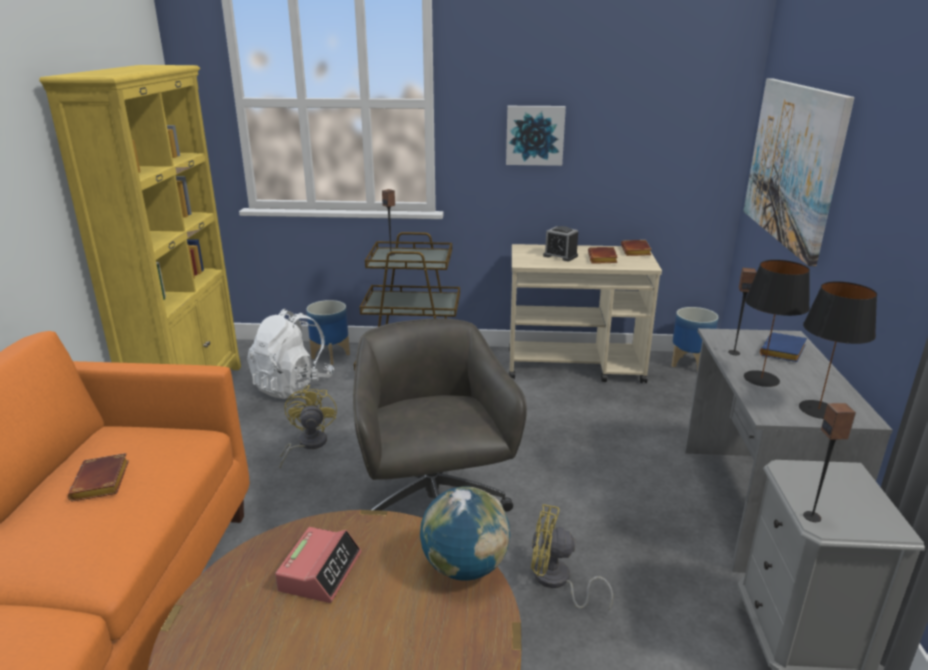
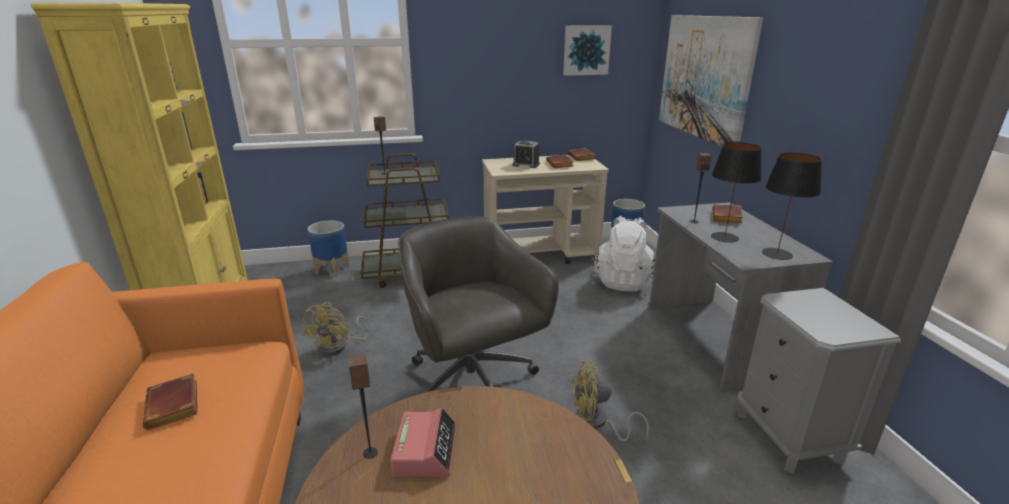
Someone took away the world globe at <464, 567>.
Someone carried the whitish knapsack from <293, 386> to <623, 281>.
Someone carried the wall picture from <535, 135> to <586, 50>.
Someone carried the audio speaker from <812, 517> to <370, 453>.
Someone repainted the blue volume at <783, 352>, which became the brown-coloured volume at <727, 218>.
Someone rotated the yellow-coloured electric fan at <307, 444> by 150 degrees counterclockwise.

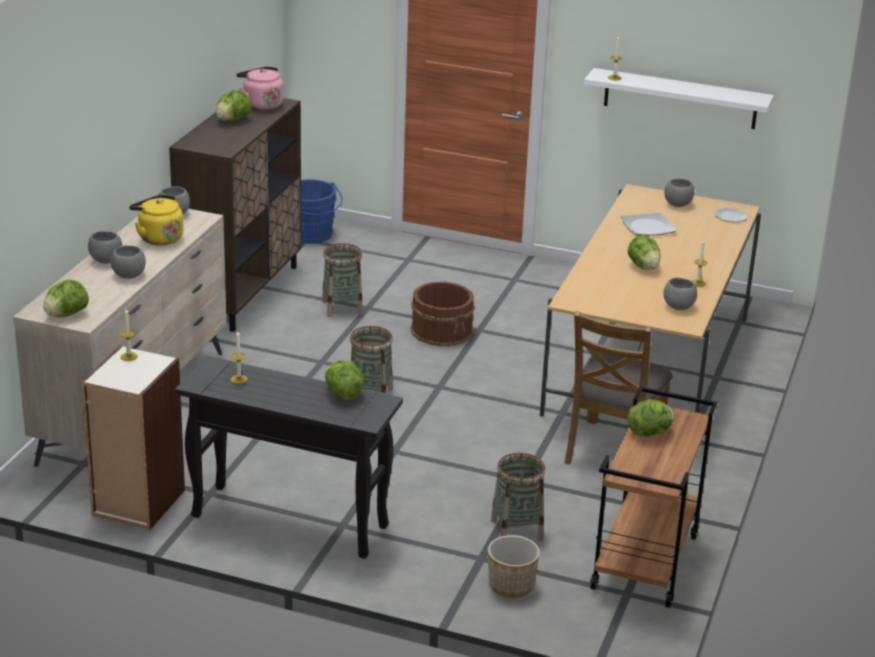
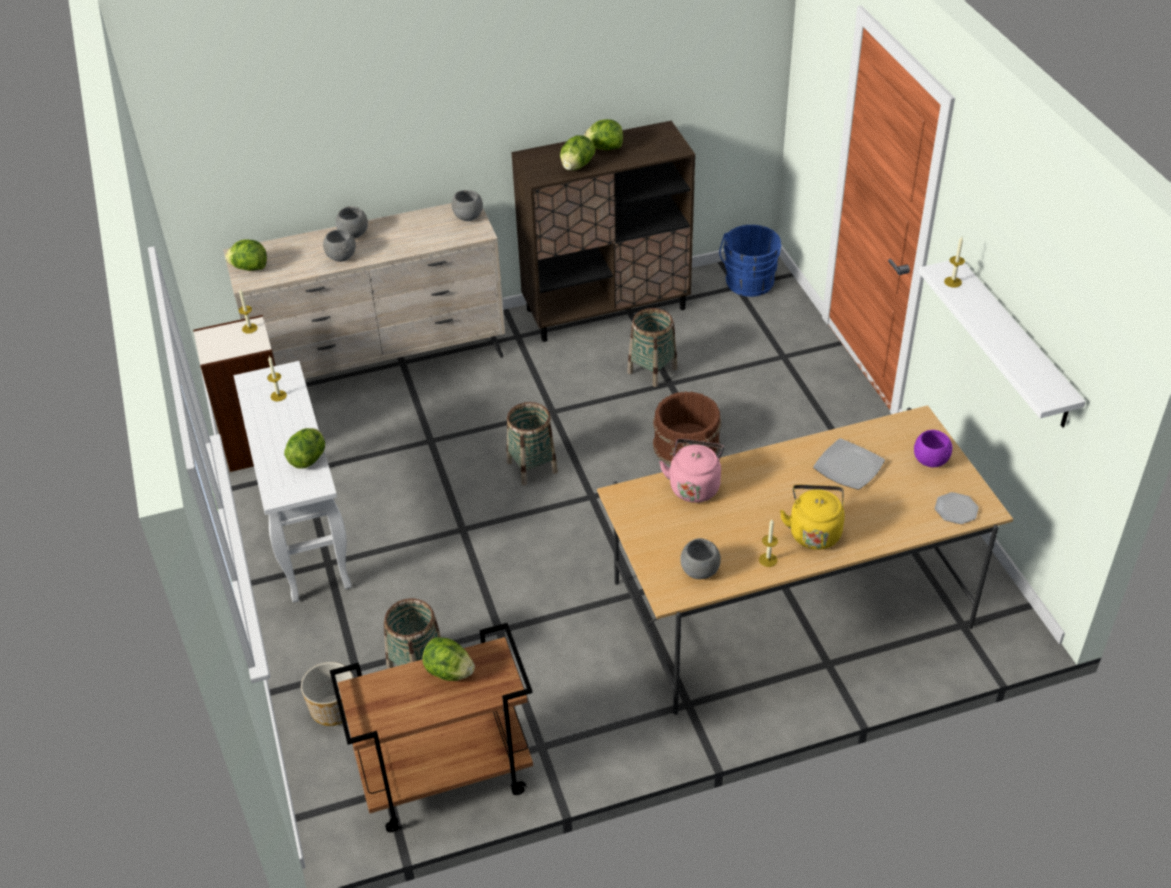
Someone took away the brown-coloured chair at <612, 449>.
Someone carried the yellow-coloured kettle from <158, 238> to <814, 531>.
Someone carried the pink kettle from <261, 104> to <694, 486>.
Someone carried the head of lettuce from <643, 267> to <576, 166>.
Someone repainted the blackish narrow table at <288, 521>, which became the whitish narrow table at <305, 532>.
Someone repainted the grey deep dish at <677, 204>, which became the purple-coloured deep dish at <930, 460>.

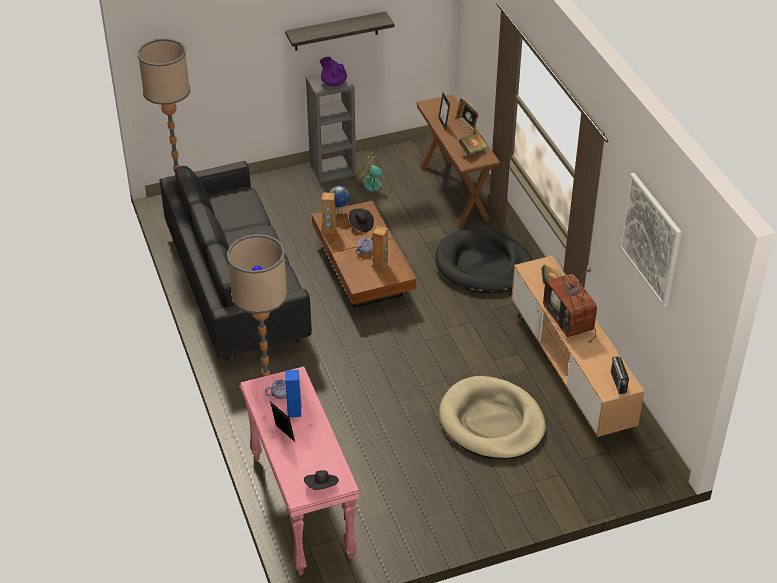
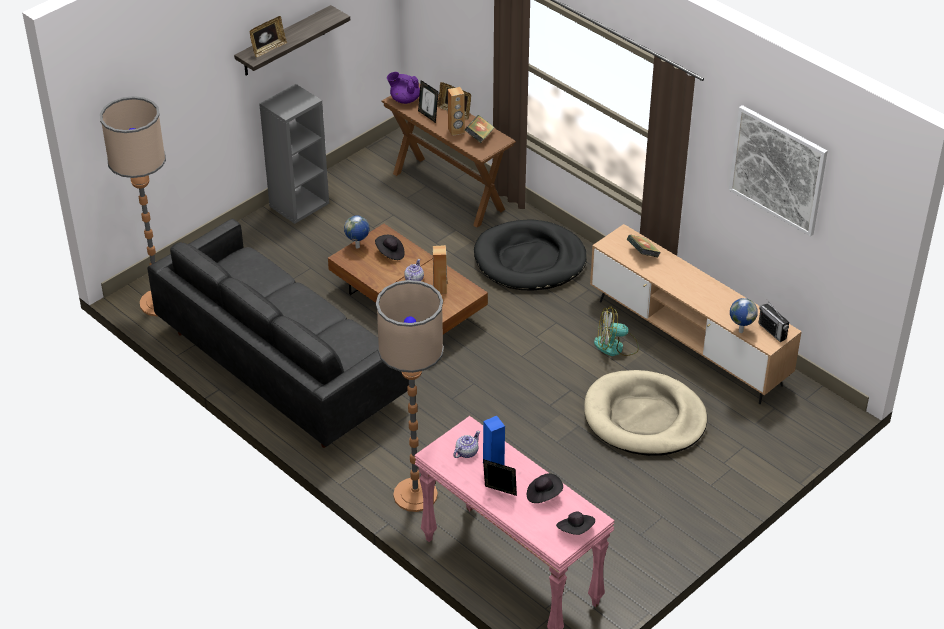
Someone took away the TV set at <570, 320>.
Someone put down the standing frame at <268, 49>.
Someone put down the blackish wearable hat at <543, 495>.
Someone put down the world globe at <740, 331>.
Someone carried the purple-coloured pot for tea from <333, 82> to <404, 99>.
Someone carried the brown-coloured audio speaker from <329, 229> to <456, 131>.
Someone carried the electric fan from <376, 186> to <616, 346>.

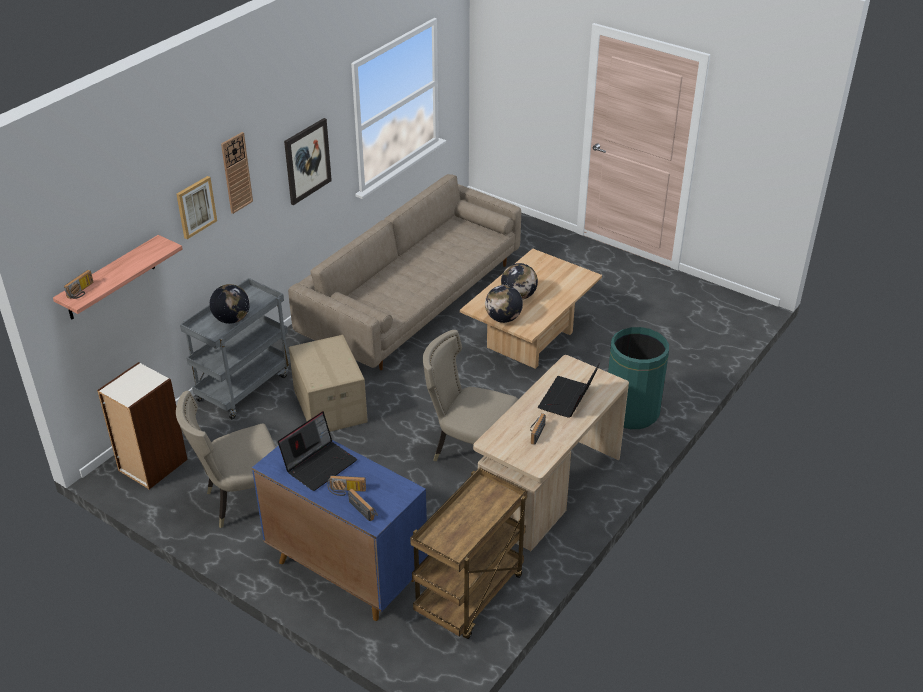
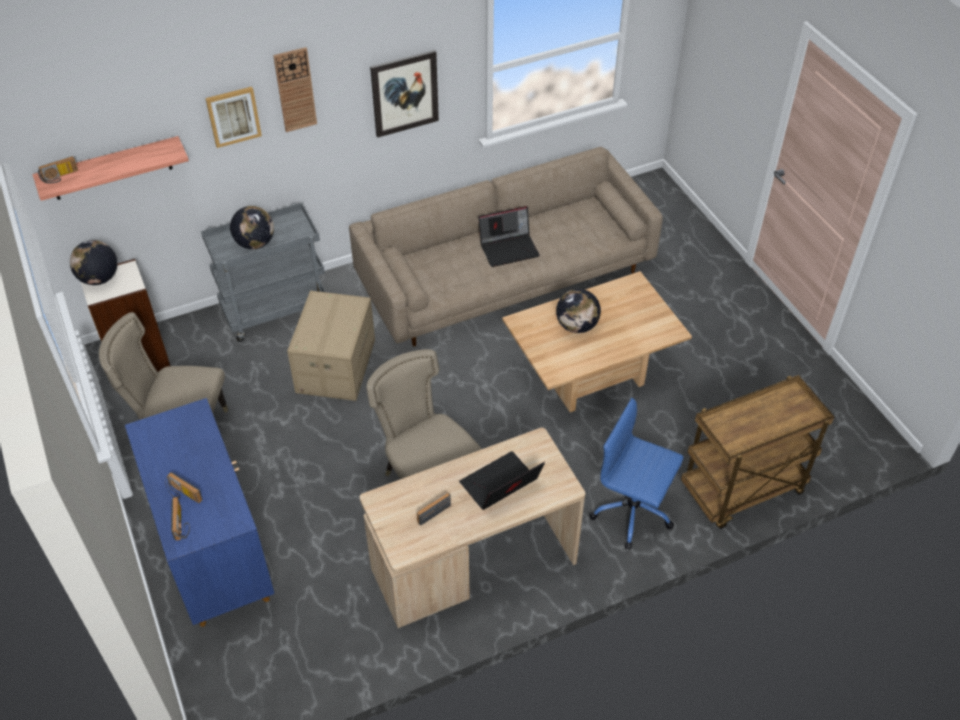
Someone carried the notebook computer from <319, 464> to <509, 248>.
Someone carried the brown-coloured cart from <470, 597> to <742, 491>.
Someone carried the world globe from <503, 318> to <99, 278>.
Someone swapped the greenish waste bin at <631, 411> for the blue office chair at <633, 512>.

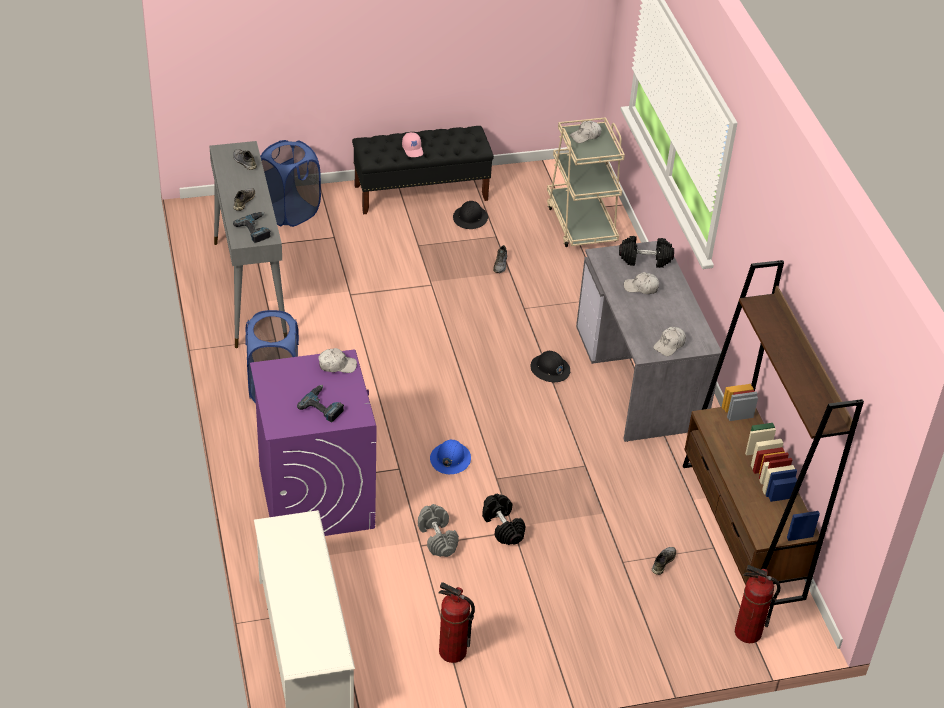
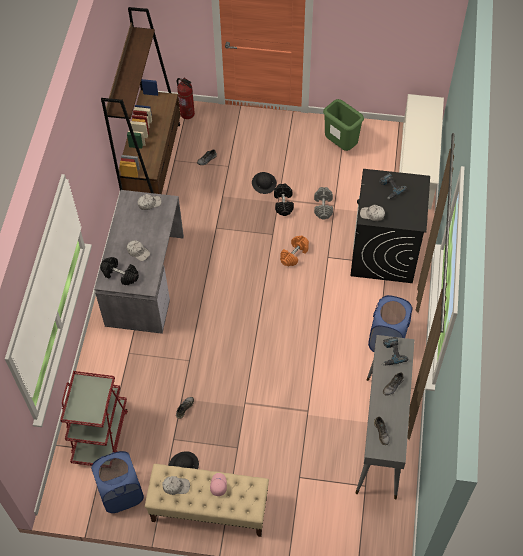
Someone carried the blue washing basket from <290, 212> to <121, 493>.
Someone carried the blackish safety helmet from <550, 369> to <264, 183>.
Someone carried the whitish peaked cap from <585, 136> to <176, 486>.
Someone swapped the blue safety helmet at <450, 459> for the orange hand weight at <294, 255>.
Someone swapped the fire-fighting cylinder at <452, 652> for the greenish waste bin at <341, 145>.
Someone repainted the purple-coloured washing machine at <315, 496>, which became the blackish washing machine at <384, 253>.
Someone repainted the blackish indoor bench at <421, 193>, which became the beige-coloured indoor bench at <209, 509>.
Someone repainted the beige-coloured cart at <581, 223>, which became the reddish cart at <100, 433>.

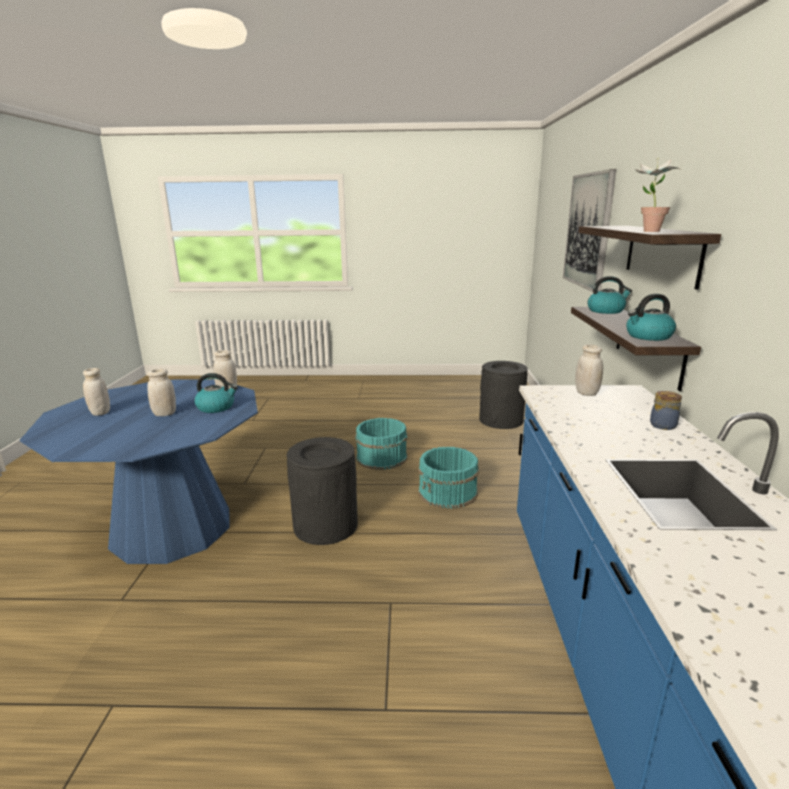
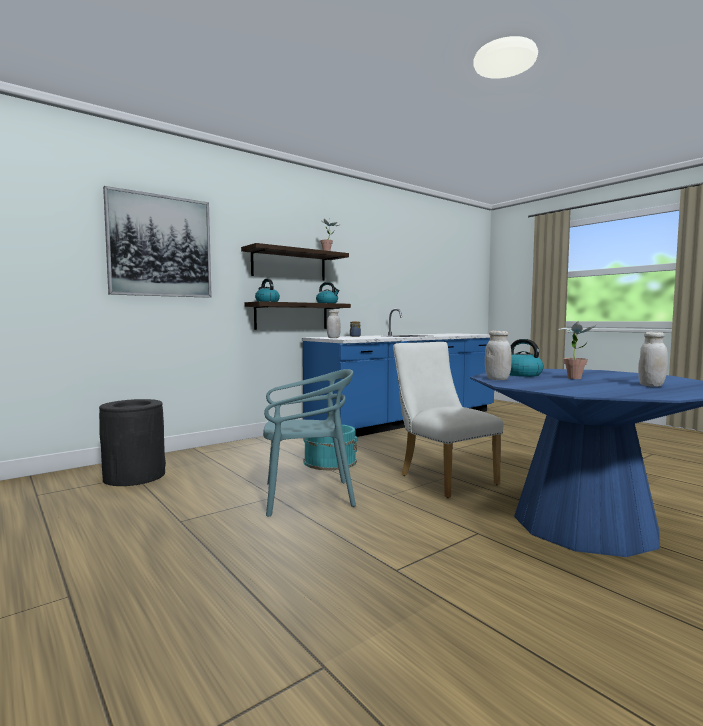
Someone swapped the whitish storage jar at <165, 414> for the plant in a pot at <575, 377>.
Someone swapped the blackish waste bin at <325, 525> for the whitish chair at <443, 478>.
Someone swapped the blue-green water bucket at <381, 457> for the blue-green chair at <307, 496>.

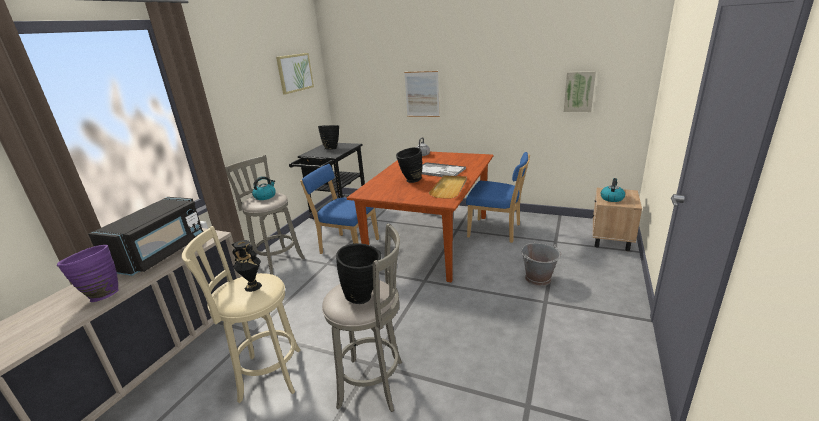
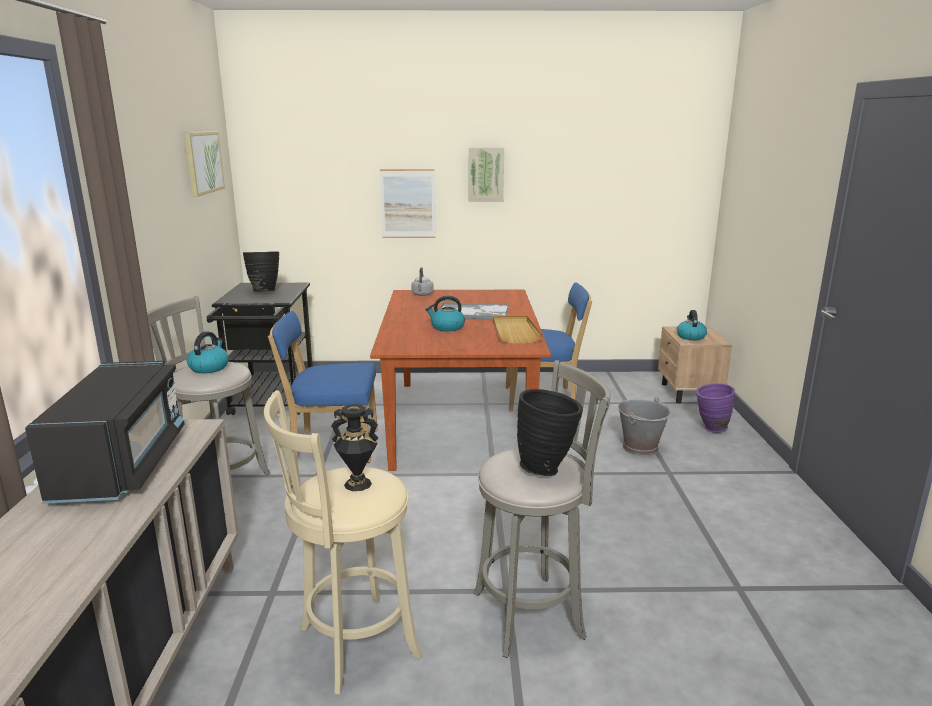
Someone carried the purple-coloured vase from <101, 295> to <710, 429>.
Someone carried the wall picture from <579, 91> to <486, 174>.
Someone swapped the blackish vase at <410, 181> for the kettle at <447, 327>.

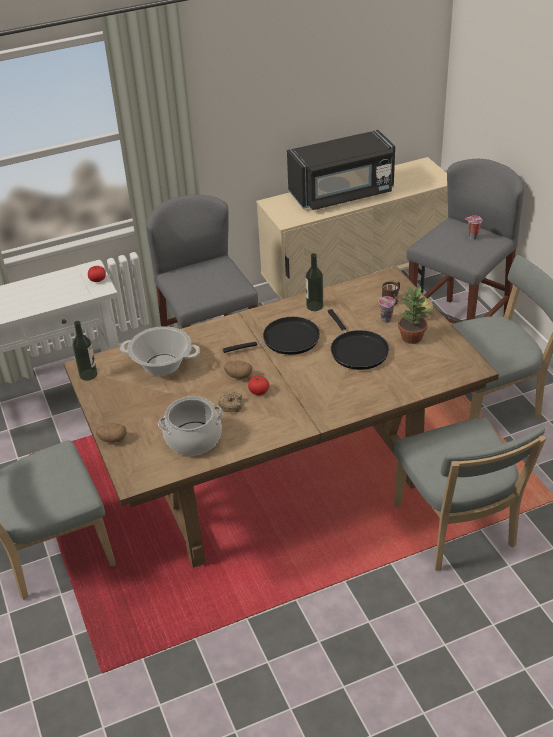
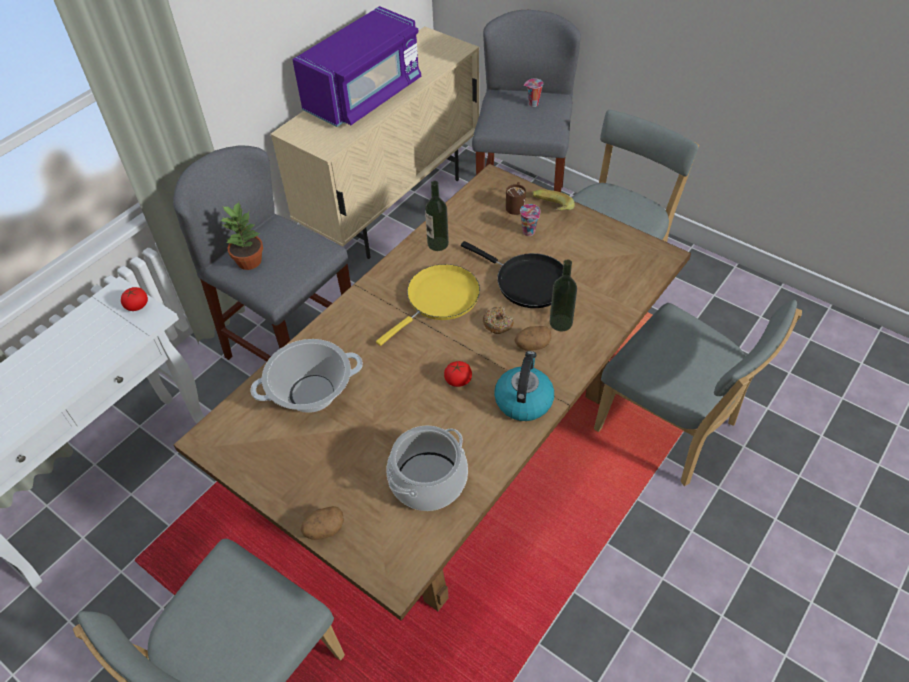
Someone put down the kettle at <523, 400>.
Someone carried the drink bottle from <88, 374> to <561, 322>.
Someone carried the ring doughnut from <231, 405> to <498, 323>.
Someone carried the whole potato from <238, 376> to <532, 345>.
Someone carried the plant in a pot from <412, 337> to <249, 260>.
Someone repainted the blackish frying pan at <286, 340>, which became the yellow-coloured frying pan at <439, 300>.
Someone repainted the blackish microwave oven at <342, 194>, which became the purple-coloured microwave oven at <365, 95>.

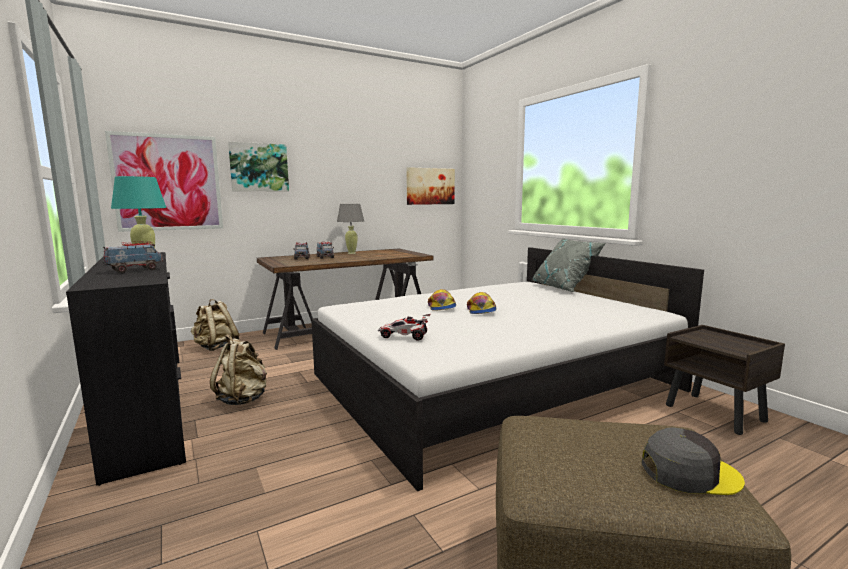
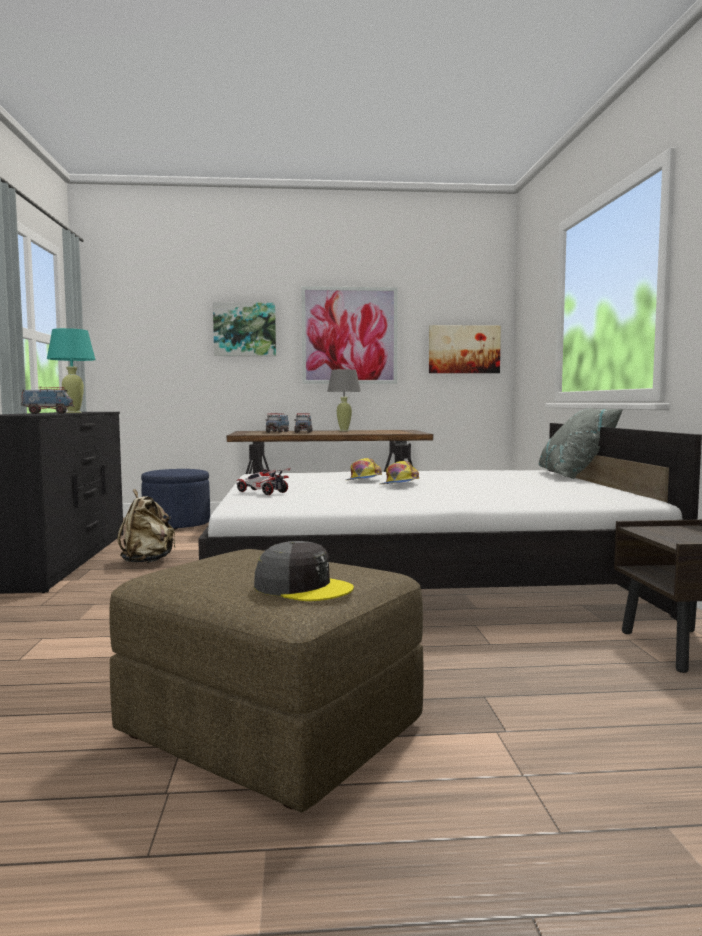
Someone carried the wall picture from <168, 183> to <349, 335>.
Someone swapped the beige-coloured knapsack at <215, 347> for the blue pouffe at <177, 524>.

